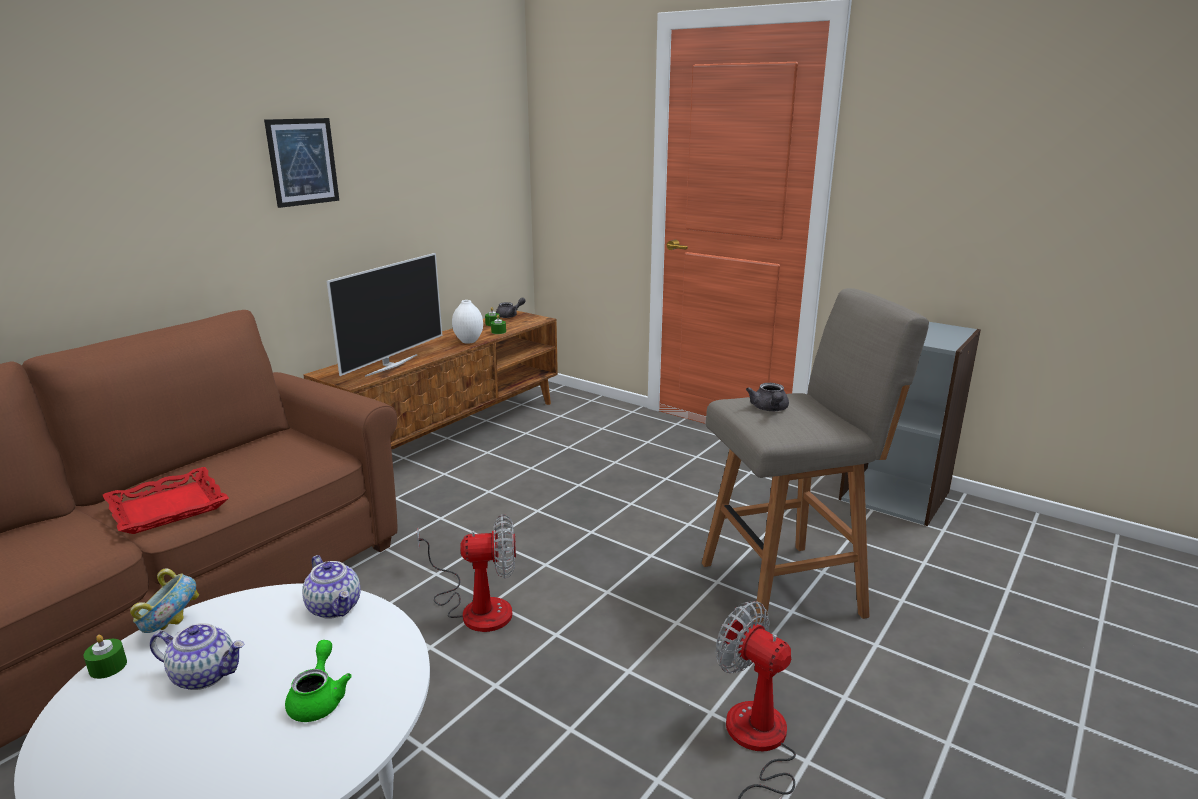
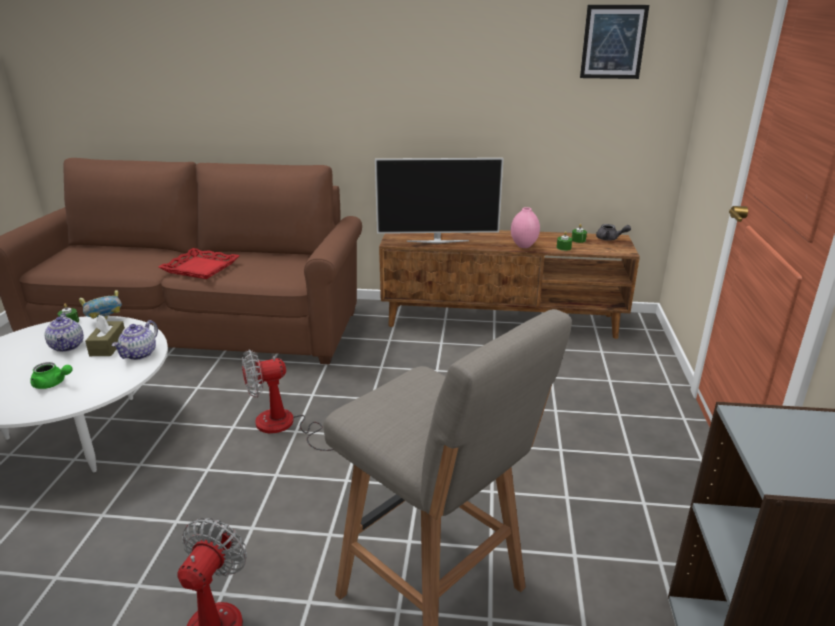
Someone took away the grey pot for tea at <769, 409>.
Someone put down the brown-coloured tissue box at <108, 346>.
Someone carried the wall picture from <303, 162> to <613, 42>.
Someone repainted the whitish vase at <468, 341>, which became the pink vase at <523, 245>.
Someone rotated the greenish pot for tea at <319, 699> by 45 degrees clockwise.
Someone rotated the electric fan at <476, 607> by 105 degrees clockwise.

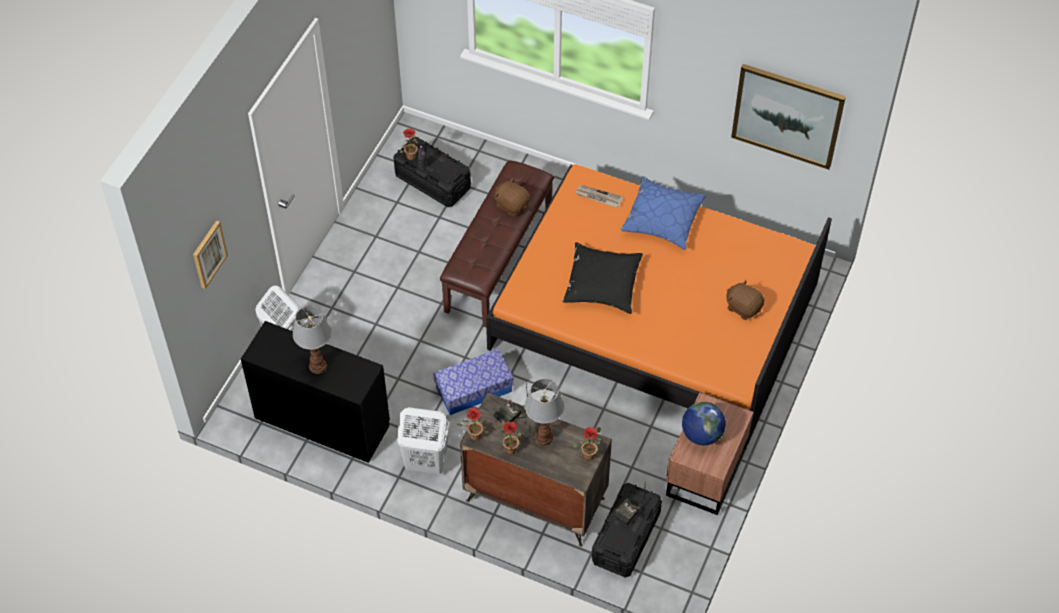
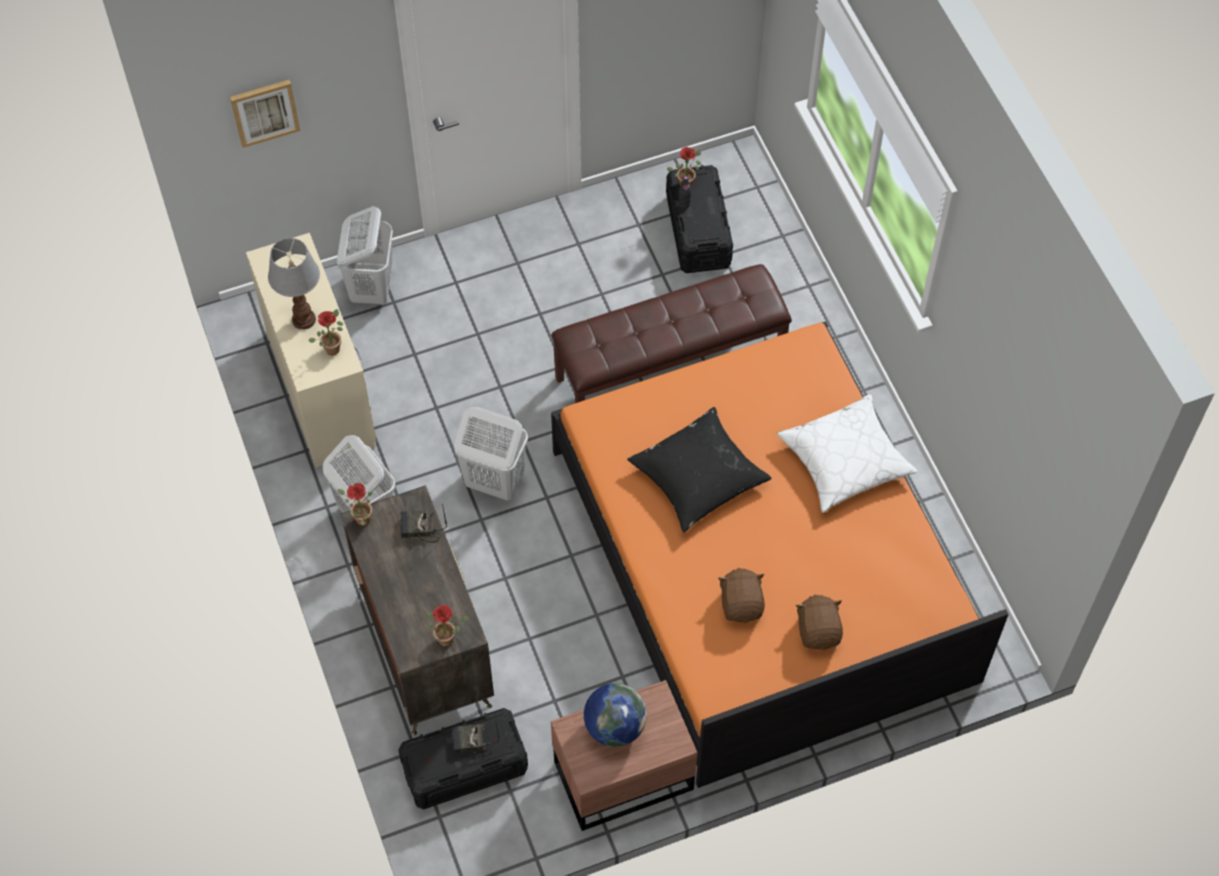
Someone took away the tabletop lamp at <544, 438>.
Someone took away the daily paper at <598, 197>.
Someone took away the wall picture at <787, 115>.
Someone carried the brown-coloured plush toy from <512, 205> to <741, 604>.
Someone carried the plant in a pot from <509, 448> to <332, 346>.
Someone swapped the storage box at <474, 389> for the whitish washing basket at <494, 481>.
Someone repainted the blackish desk table at <322, 421>, which became the beige-coloured desk table at <320, 389>.
Someone repainted the blue throw pillow at <663, 219>, which became the whitish throw pillow at <845, 460>.

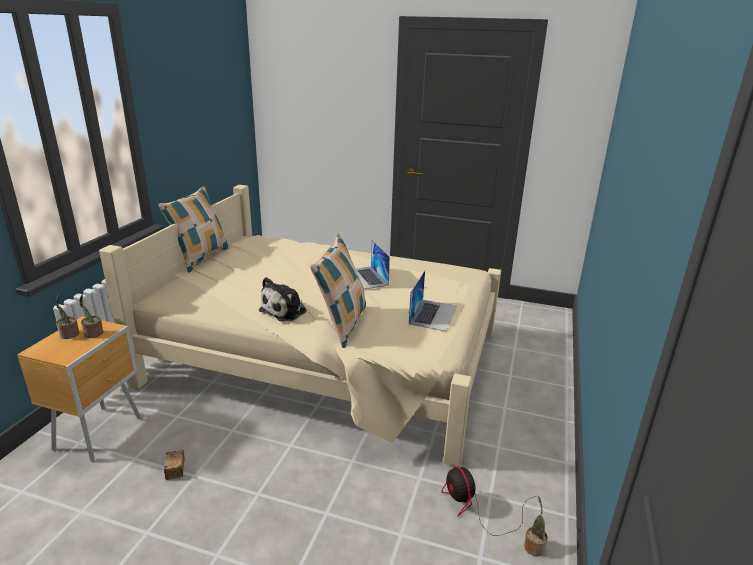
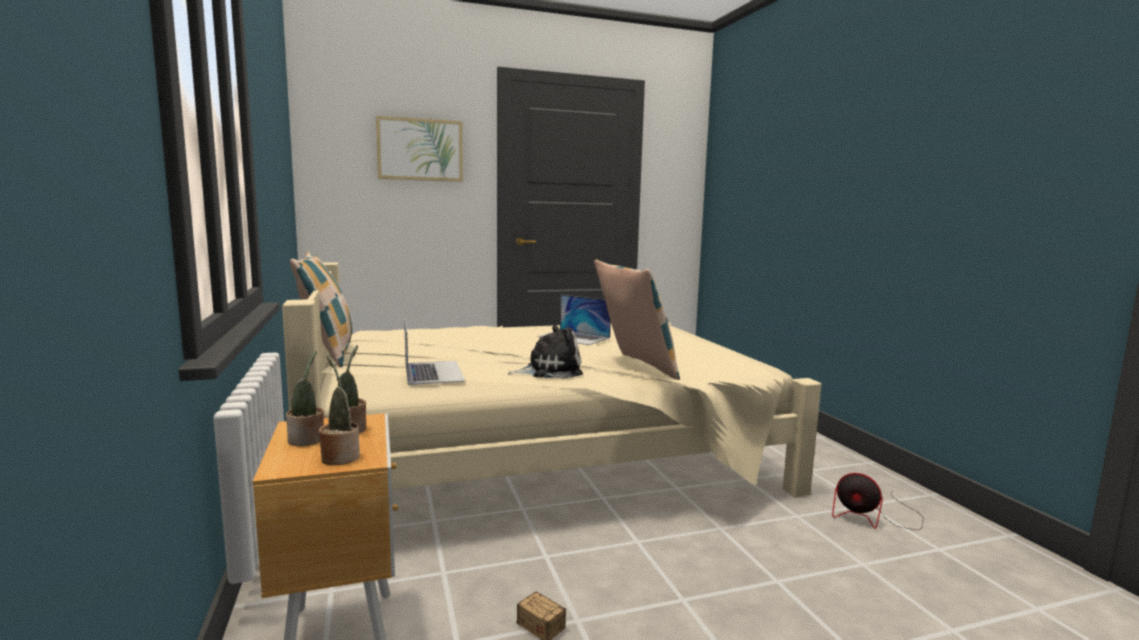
Someone put up the wall picture at <420, 150>.
Someone carried the notebook computer from <433, 314> to <433, 372>.
Someone carried the plant in a pot from <534, 546> to <339, 457>.
Someone rotated the plush toy at <285, 310> by 105 degrees counterclockwise.

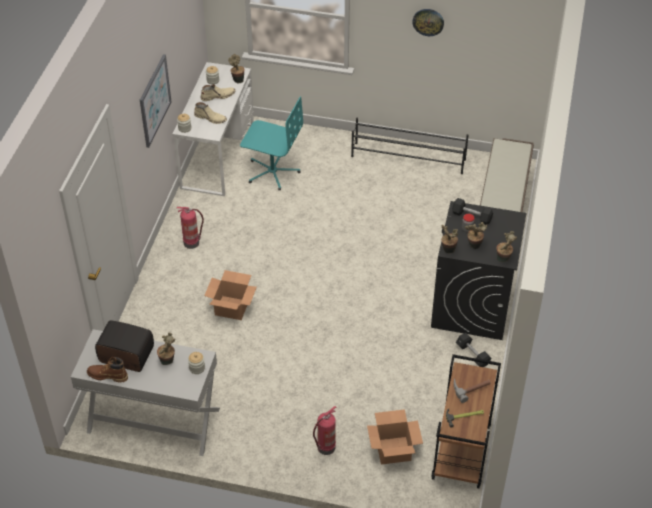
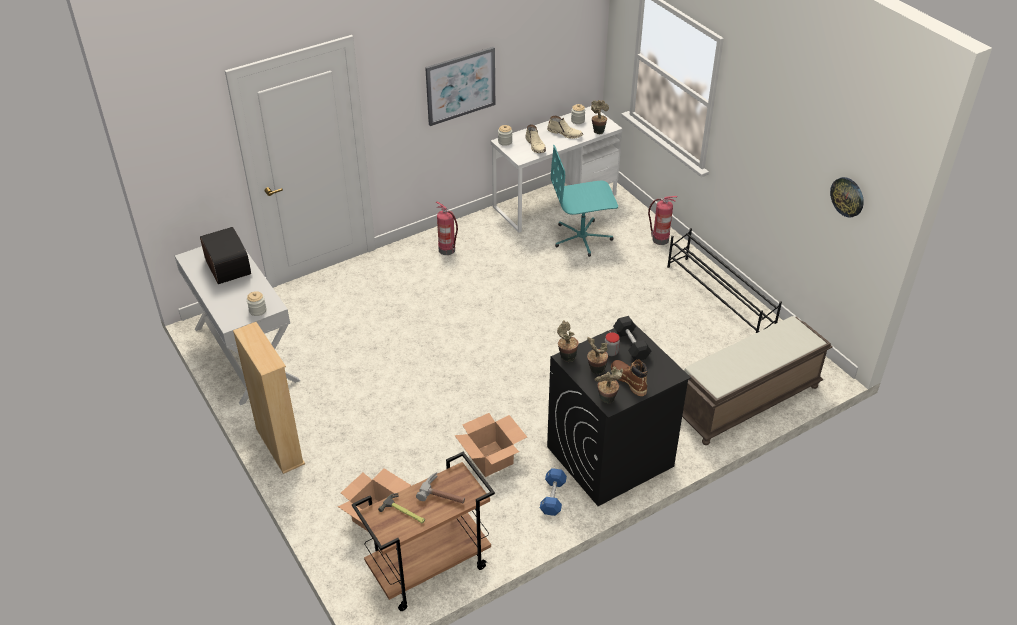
Someone took away the plant in a pot at <168, 362>.
Someone put down the beige-coloured shelving unit at <279, 446>.
Someone carried the brown-coloured boot from <107, 376> to <628, 381>.
Someone carried the cardboard box from <231, 308> to <490, 458>.
Someone carried the fire-fighting cylinder from <325, 448> to <659, 240>.
Someone carried the wall clock from <428, 22> to <847, 196>.
Someone repainted the blackish hand weight at <472, 354>, which became the blue hand weight at <553, 497>.
Someone rotated the blue-green office chair at <272, 172> by 105 degrees clockwise.

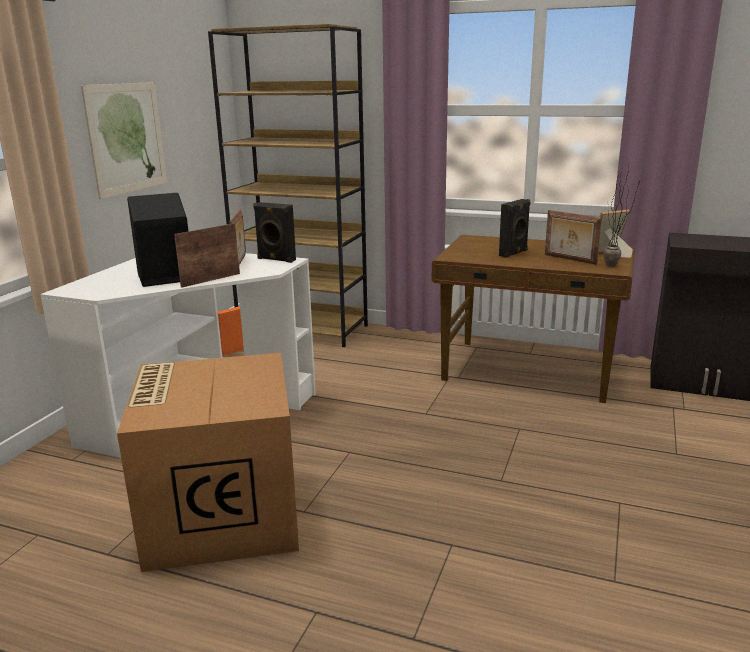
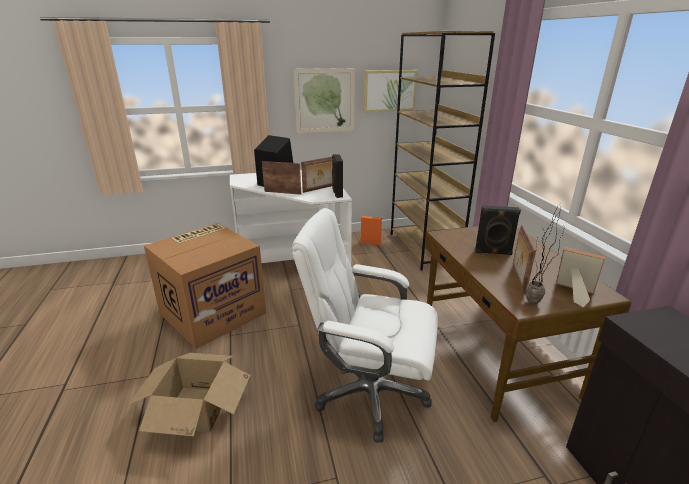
Someone put down the cardboard box at <196, 408>.
Someone put down the whitish office chair at <369, 393>.
Someone put up the wall picture at <389, 90>.

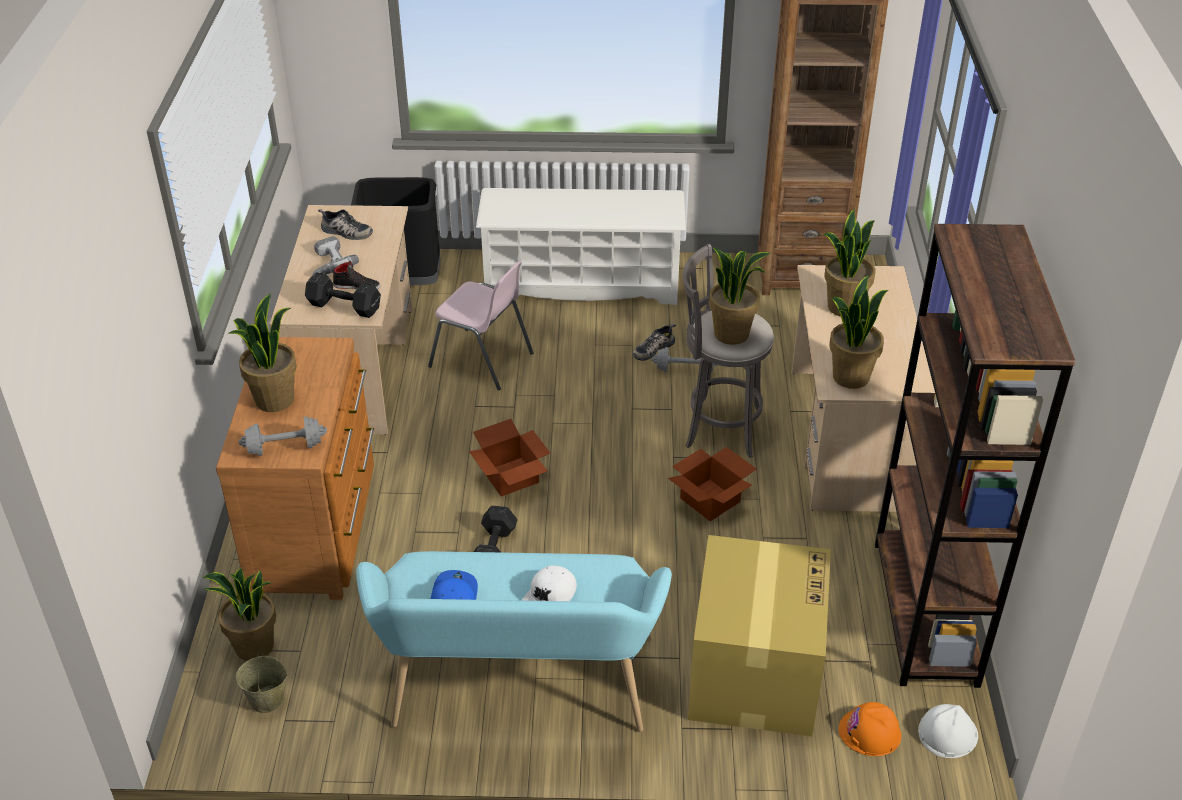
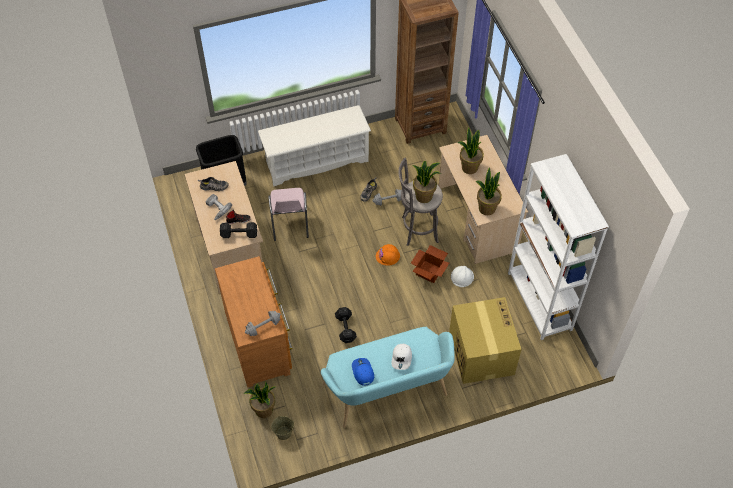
Someone took away the plant in a pot at <274, 399>.
Someone took away the cardboard box at <510, 478>.
Someone carried the orange safety helmet from <870, 733> to <387, 256>.
Someone carried the whitish safety helmet from <947, 733> to <462, 276>.
Someone repainted the brown-coloured shelving unit at <925, 612>, which became the whitish shelving unit at <539, 301>.
Someone rotated the pink chair at <482, 360> by 75 degrees clockwise.

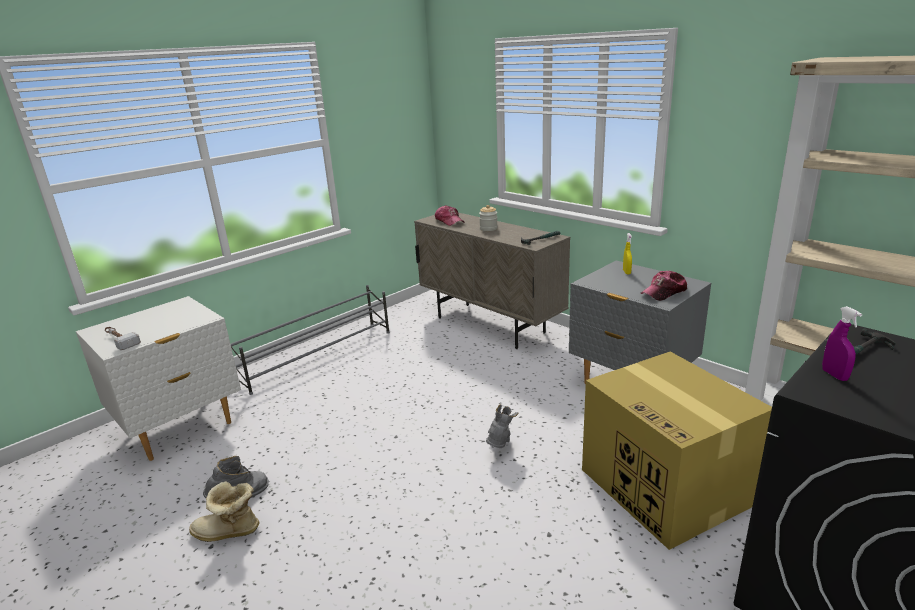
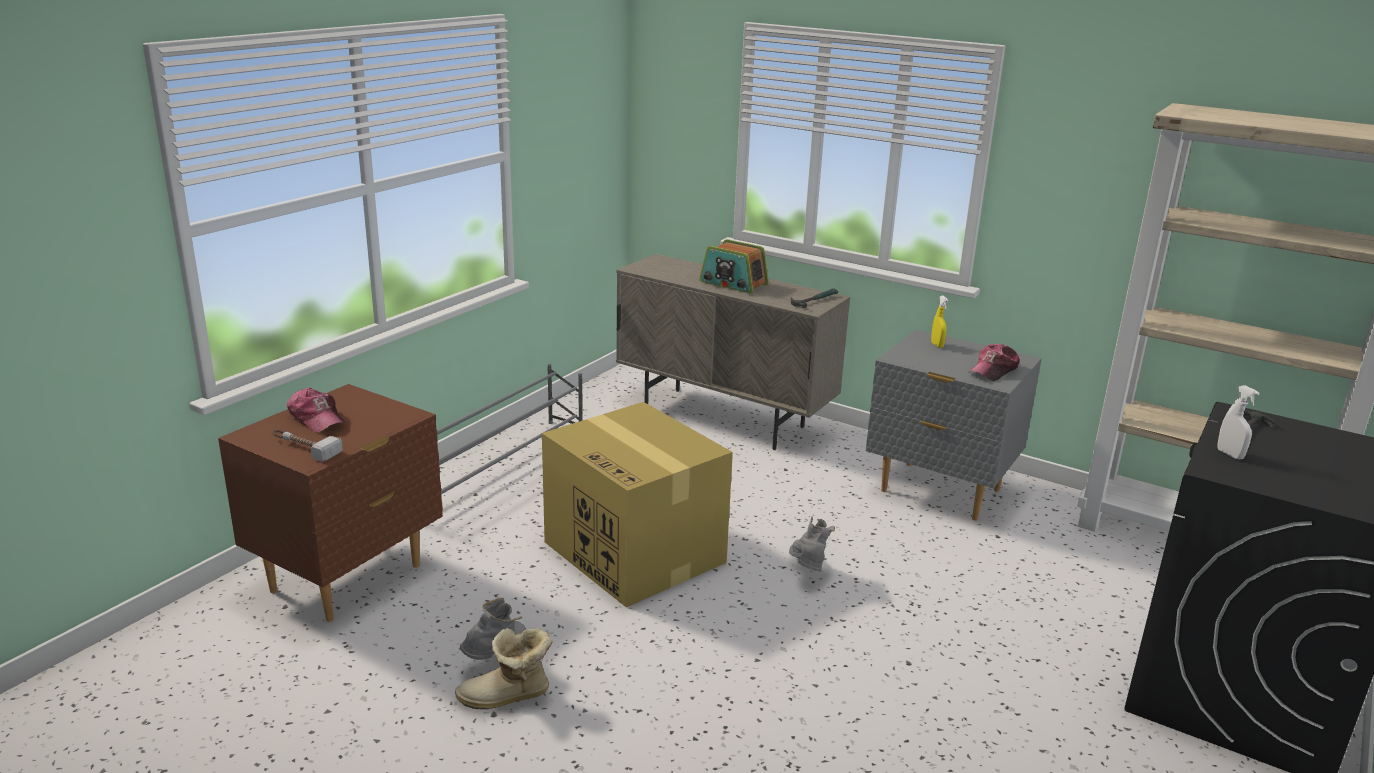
Someone carried the peaked cap from <449, 221> to <317, 418>.
Someone carried the cardboard box from <666, 487> to <636, 553>.
Someone swapped the storage jar at <488, 228> for the radio set at <733, 283>.
Someone repainted the whitish nightstand at <181, 429>, which became the brown-coloured nightstand at <348, 579>.
Someone repainted the purple-coloured hand sprayer at <834, 375>, which became the whitish hand sprayer at <1230, 454>.

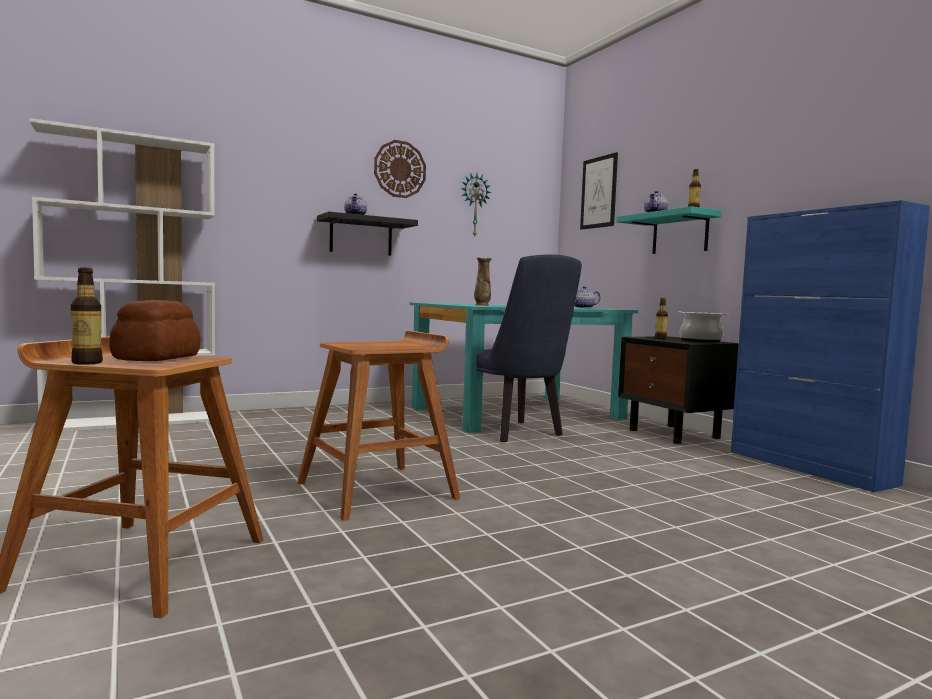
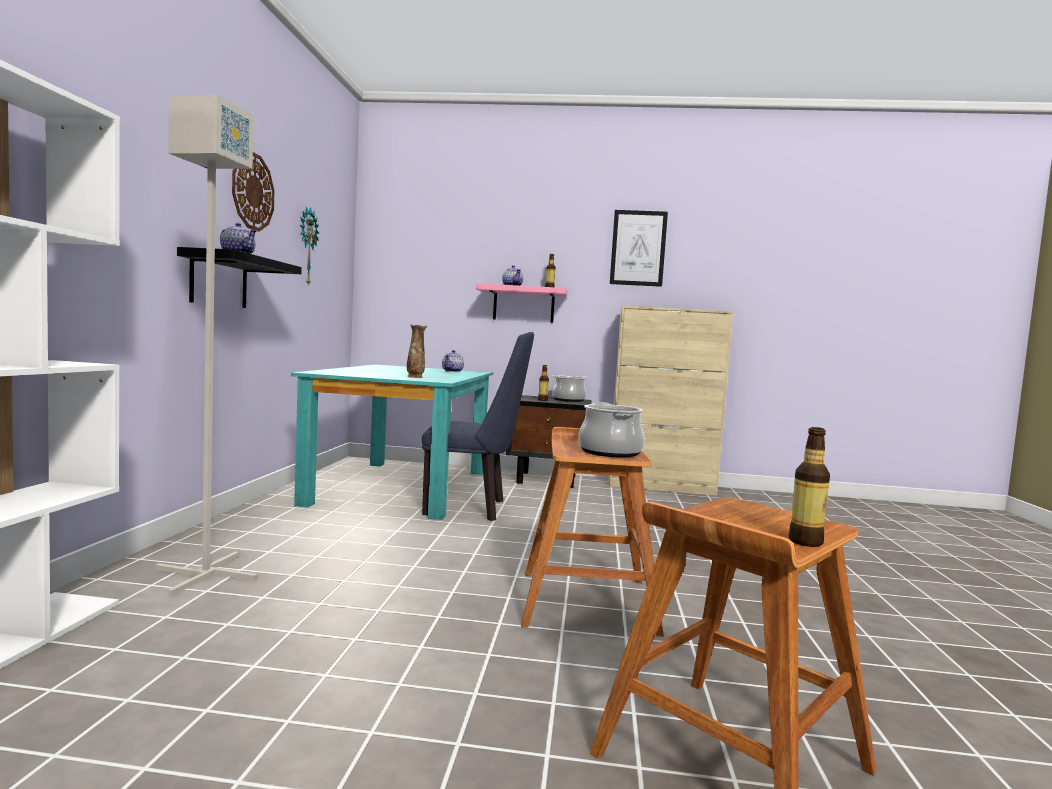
Someone took away the baked bread at <158, 358>.
Someone put down the grey floor lamp at <205, 574>.
Someone put down the stockpot at <610, 452>.
Someone carried the wall picture from <598, 192> to <638, 248>.
Someone repainted the blue-green wall shelf at <680, 234>, which became the pink wall shelf at <523, 305>.
Someone repainted the blue cupboard at <809, 467>, which became the beige-coloured cupboard at <661, 487>.

